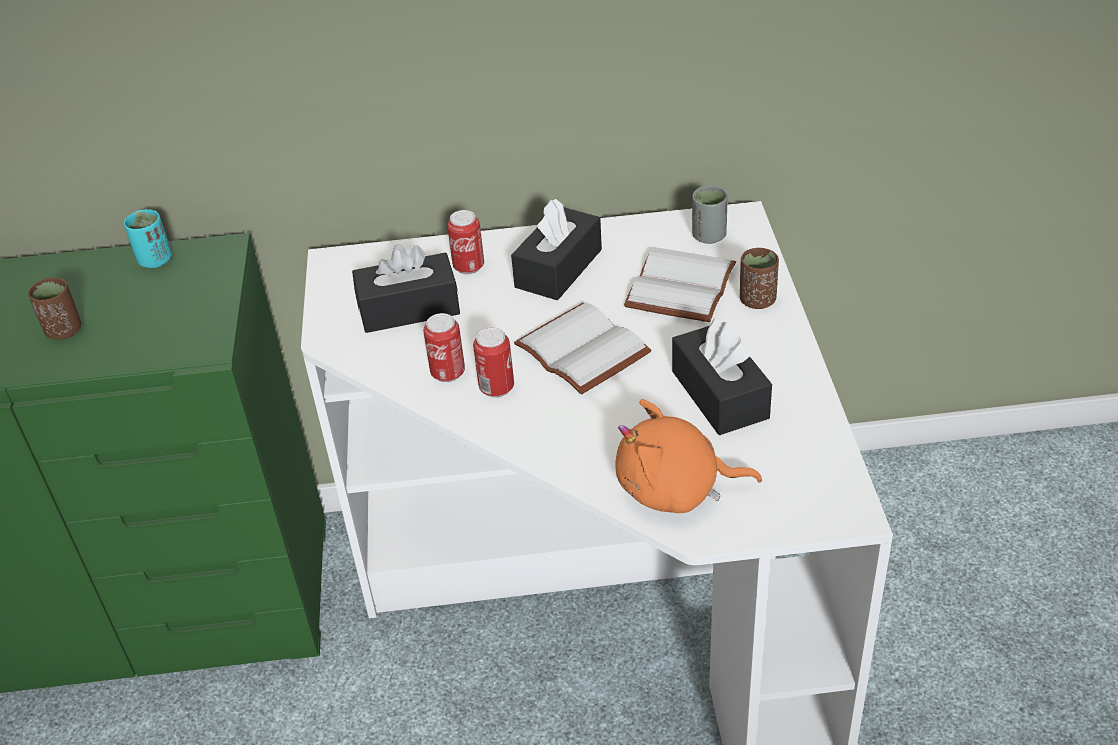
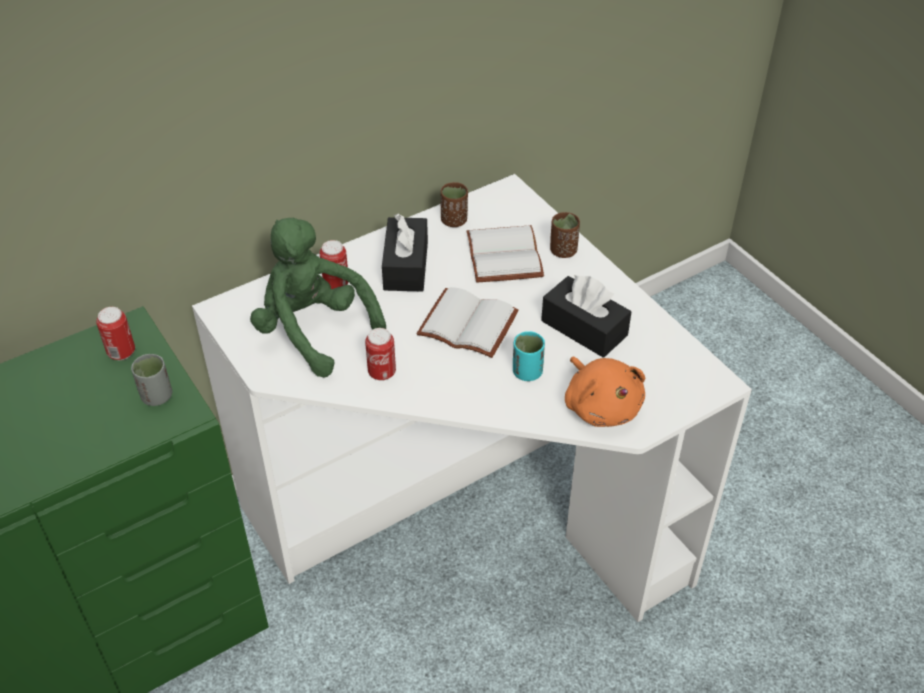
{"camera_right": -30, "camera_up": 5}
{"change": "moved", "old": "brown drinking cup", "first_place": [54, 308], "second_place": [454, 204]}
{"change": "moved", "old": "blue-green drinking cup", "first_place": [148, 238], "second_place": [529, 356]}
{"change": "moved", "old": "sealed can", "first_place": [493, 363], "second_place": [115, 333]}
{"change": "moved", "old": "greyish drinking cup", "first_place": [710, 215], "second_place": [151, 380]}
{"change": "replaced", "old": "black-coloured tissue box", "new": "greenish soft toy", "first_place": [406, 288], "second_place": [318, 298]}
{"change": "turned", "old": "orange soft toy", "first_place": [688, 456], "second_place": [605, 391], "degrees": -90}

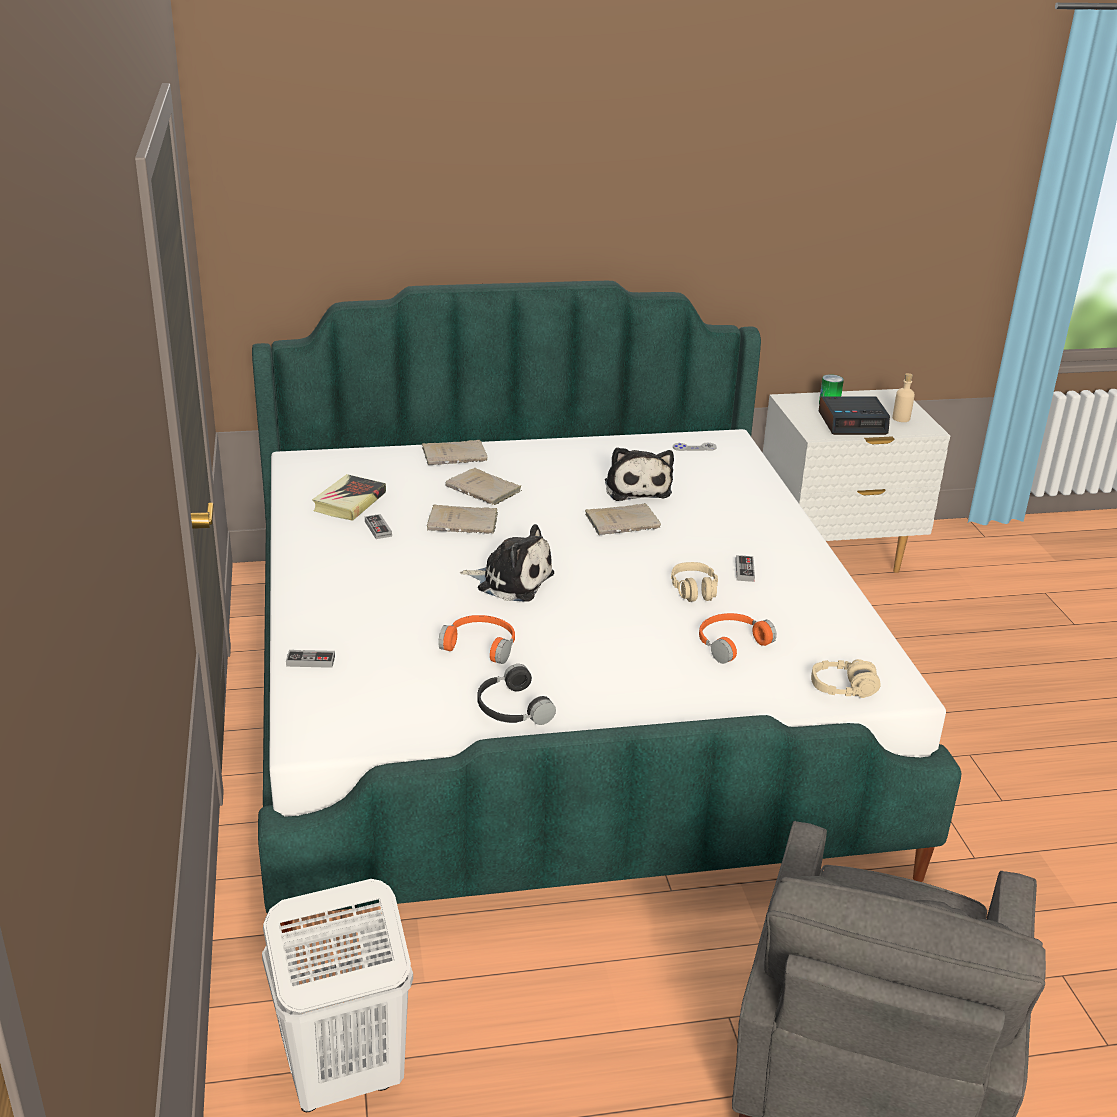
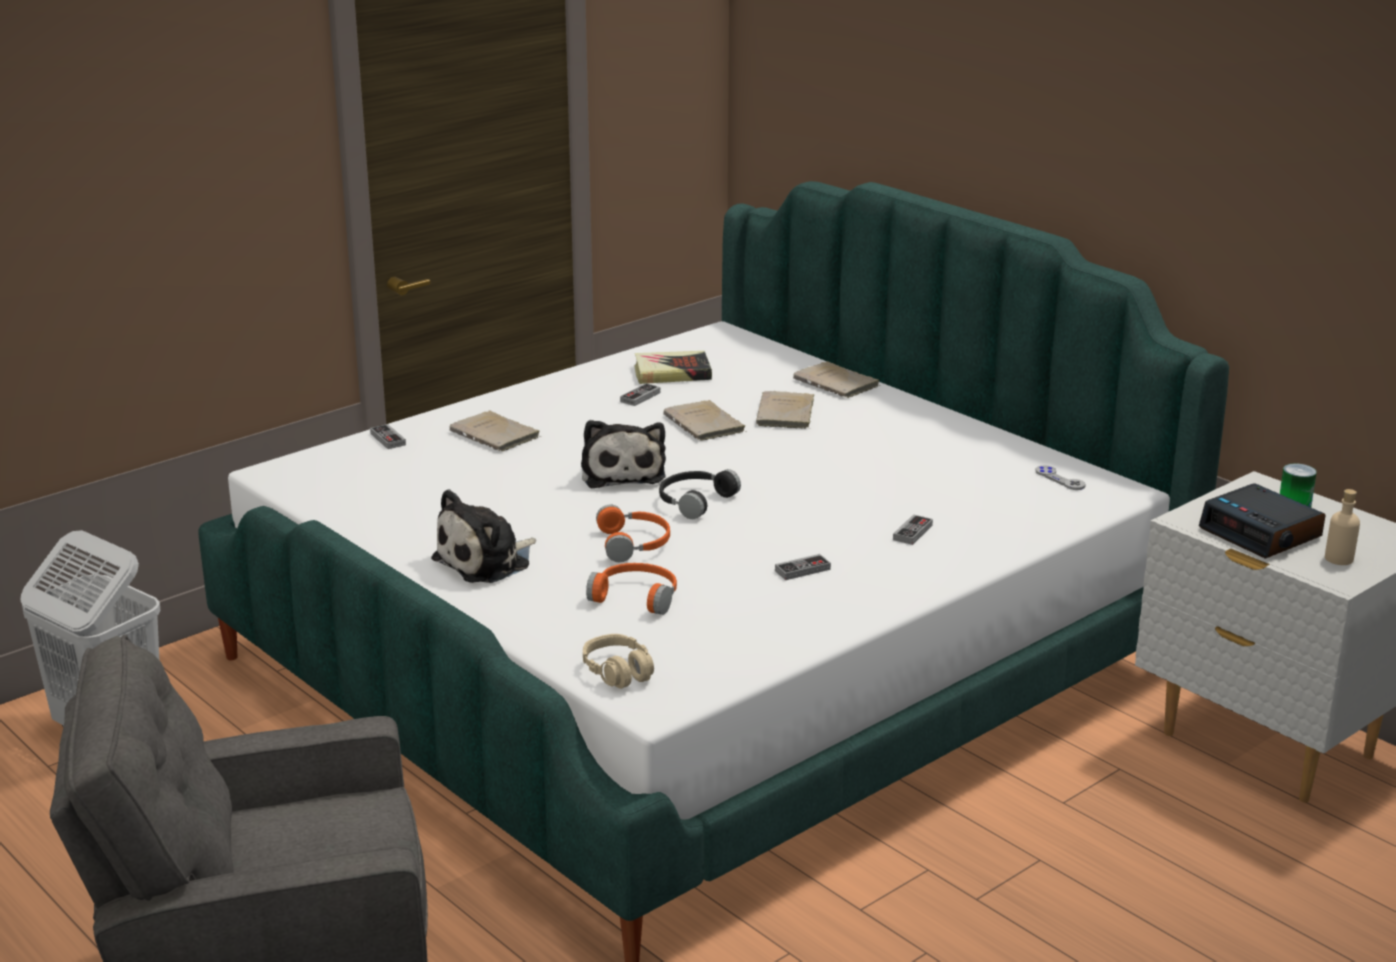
{"camera_right": 60, "camera_up": -5}
{"change": "removed", "old": "sand-coloured headset", "first_place": [694, 582]}
{"change": "added", "new": "gamepad", "second_place": [913, 529]}
{"change": "moved", "old": "orange headset", "first_place": [476, 639], "second_place": [633, 533]}
{"change": "moved", "old": "black-coloured headset", "first_place": [516, 694], "second_place": [700, 494]}
{"change": "moved", "old": "sand-coloured volume", "first_place": [623, 519], "second_place": [495, 431]}
{"change": "moved", "old": "soft toy", "first_place": [639, 474], "second_place": [483, 536]}

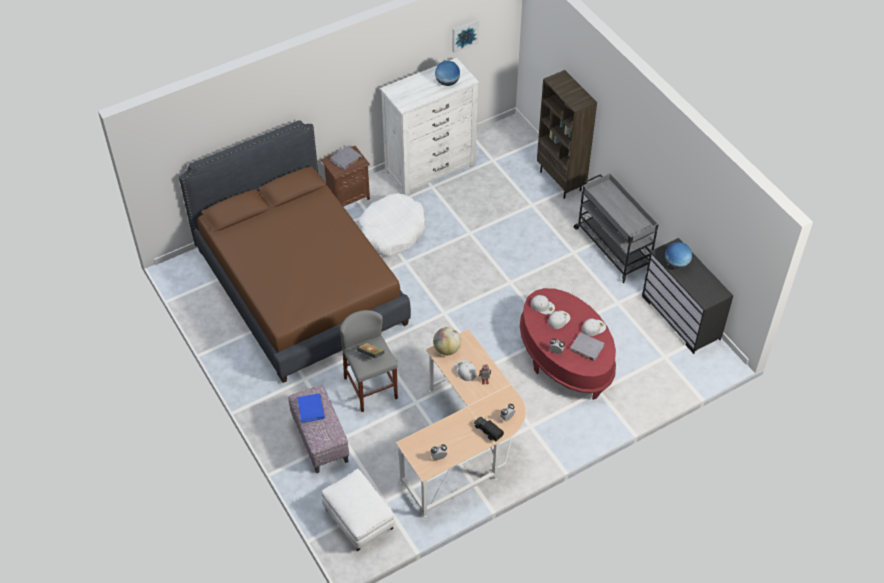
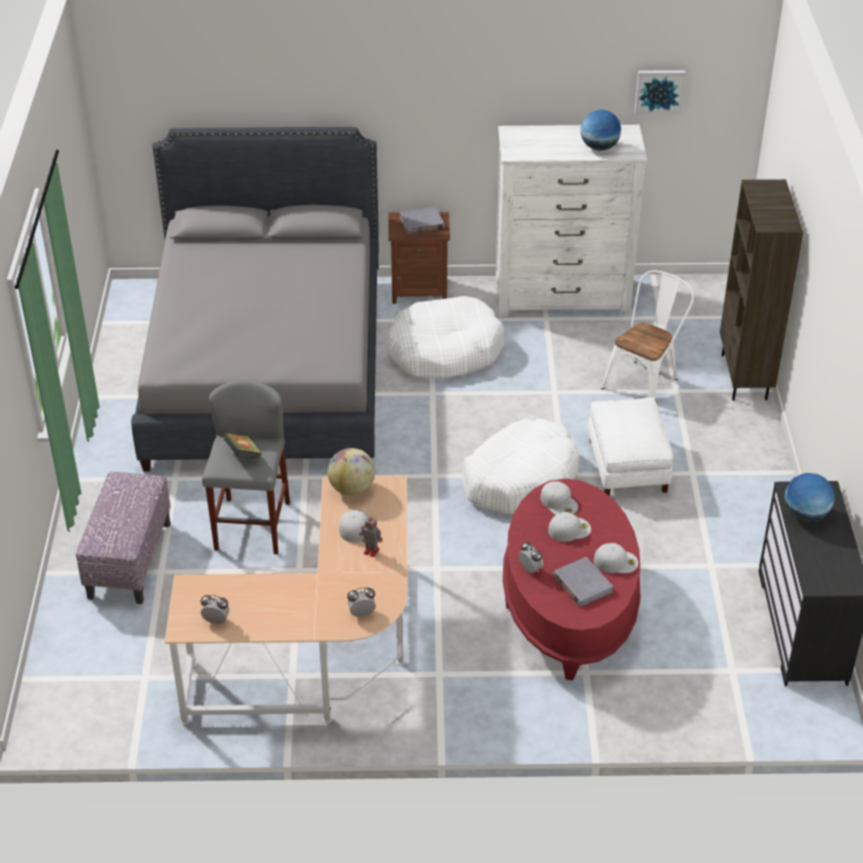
{"camera_right": 30, "camera_up": -10}
{"change": "removed", "old": "blue volume", "first_place": [311, 408]}
{"change": "removed", "old": "toy truck", "first_place": [489, 429]}
{"change": "removed", "old": "greyish trolley", "first_place": [616, 228]}
{"change": "added", "new": "whitish pet bed", "second_place": [520, 466]}
{"change": "added", "new": "whitish plain chair", "second_place": [647, 334]}
{"change": "moved", "old": "whitish pouffe", "first_place": [358, 510], "second_place": [630, 446]}
{"change": "recoloured", "old": "brown bed", "new": "greyish bed", "first_place": [295, 251], "second_place": [255, 299]}

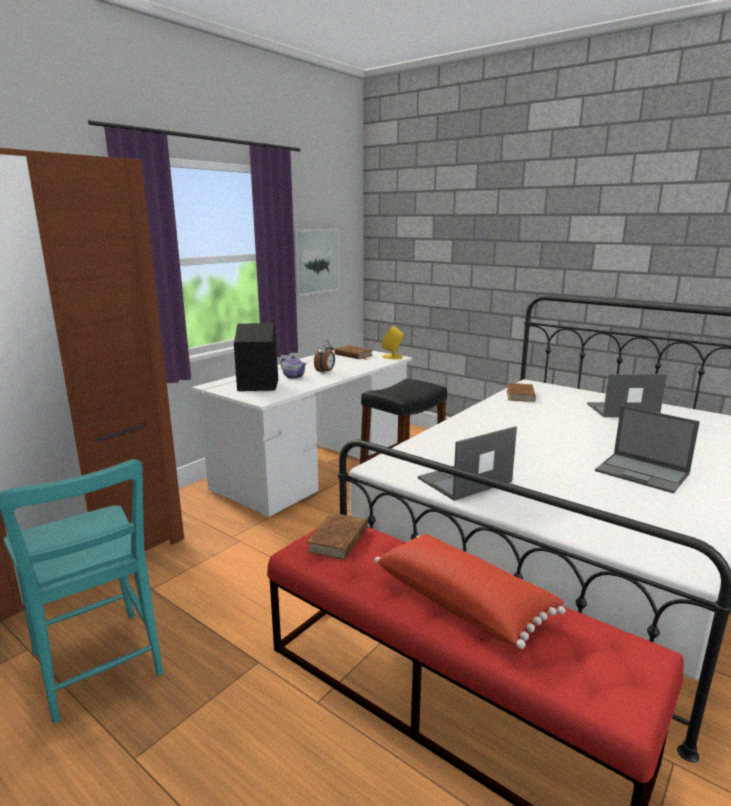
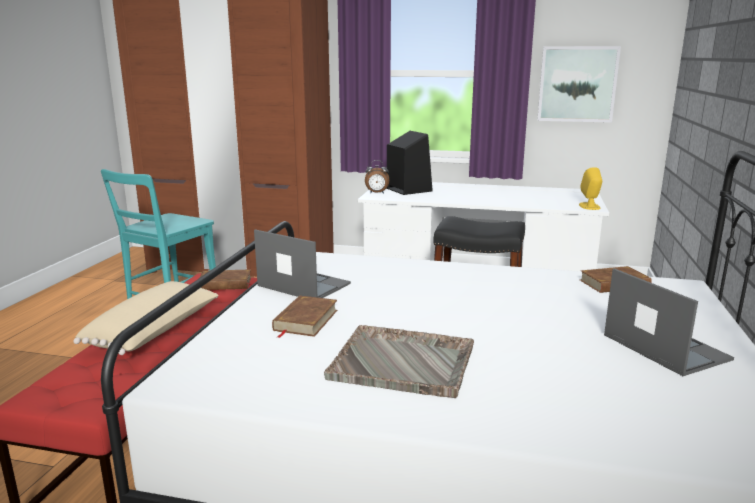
{"camera_right": 65, "camera_up": 0}
{"change": "removed", "old": "pot for tea", "first_place": [293, 367]}
{"change": "moved", "old": "alarm clock", "first_place": [324, 357], "second_place": [377, 177]}
{"change": "moved", "old": "brown volume", "first_place": [353, 352], "second_place": [304, 316]}
{"change": "replaced", "old": "laptop", "new": "greyish serving tray", "first_place": [647, 449], "second_place": [399, 361]}
{"change": "recoloured", "old": "red-coloured pillow", "new": "sand-coloured pillow", "first_place": [470, 591], "second_place": [146, 318]}

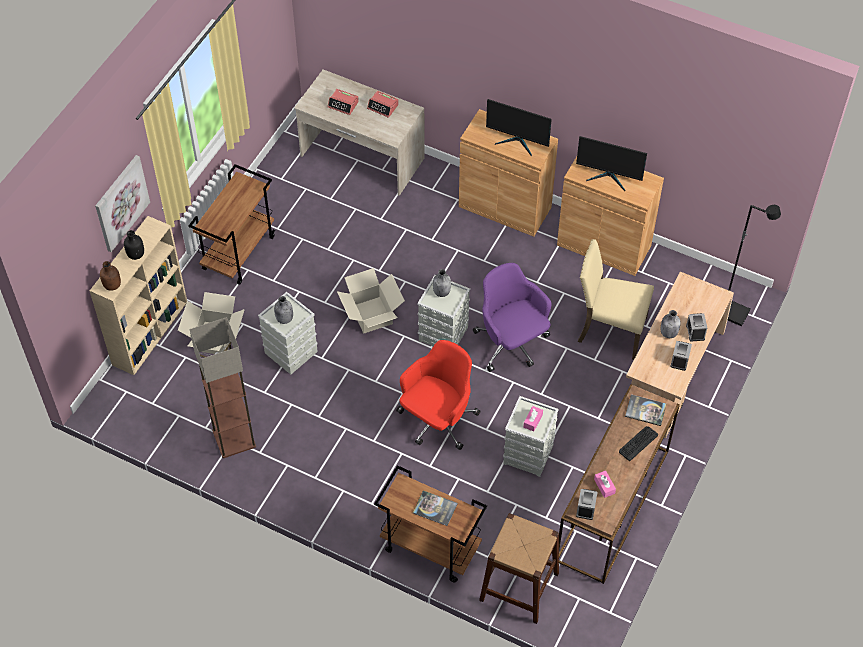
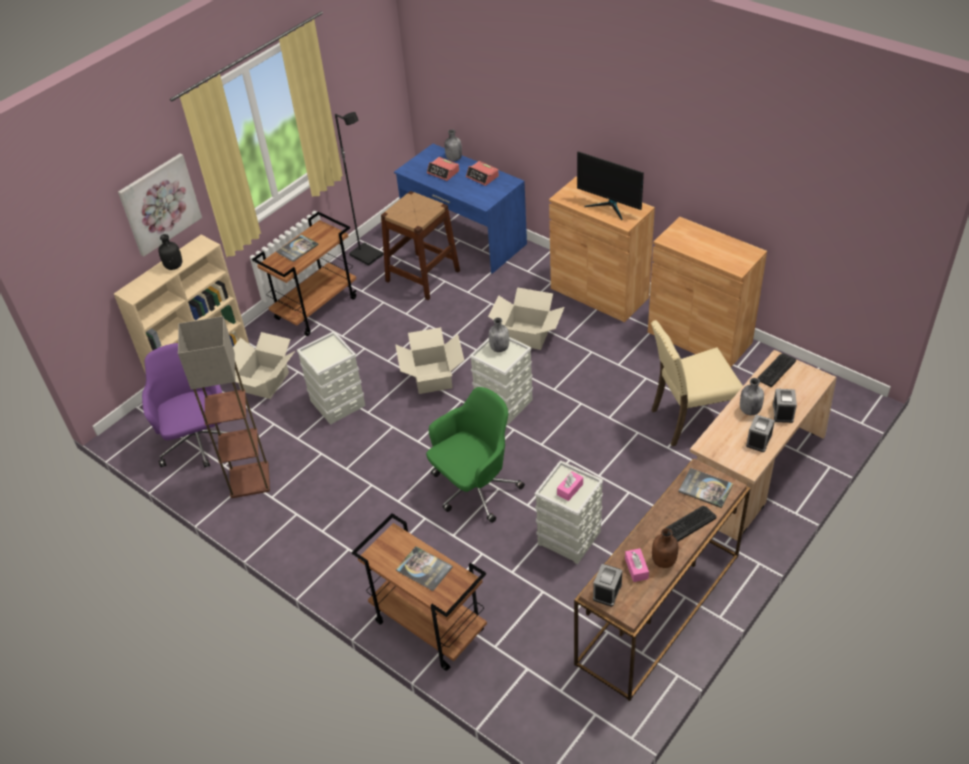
{"camera_right": 15, "camera_up": -10}
{"change": "removed", "old": "monitor", "first_place": [611, 163]}
{"change": "added", "new": "volume", "second_place": [297, 248]}
{"change": "added", "new": "carton", "second_place": [526, 318]}
{"change": "added", "new": "keyboard", "second_place": [776, 370]}
{"change": "moved", "old": "brown beverage bottle", "first_place": [110, 276], "second_place": [665, 548]}
{"change": "moved", "old": "greyish beverage bottle", "first_place": [283, 310], "second_place": [453, 145]}
{"change": "moved", "old": "purple computer chair", "first_place": [512, 317], "second_place": [185, 405]}
{"change": "moved", "old": "brown stool", "first_place": [519, 568], "second_place": [420, 245]}
{"change": "moved", "old": "black-coloured standard lamp", "first_place": [754, 265], "second_place": [359, 189]}
{"change": "recoloured", "old": "sand-coloured desk", "new": "blue desk", "first_place": [359, 132], "second_place": [460, 209]}
{"change": "recoloured", "old": "red-coloured computer chair", "new": "greenish computer chair", "first_place": [438, 395], "second_place": [475, 455]}
{"change": "turned", "old": "sand-coloured plain chair", "first_place": [616, 299], "second_place": [697, 383], "degrees": -45}

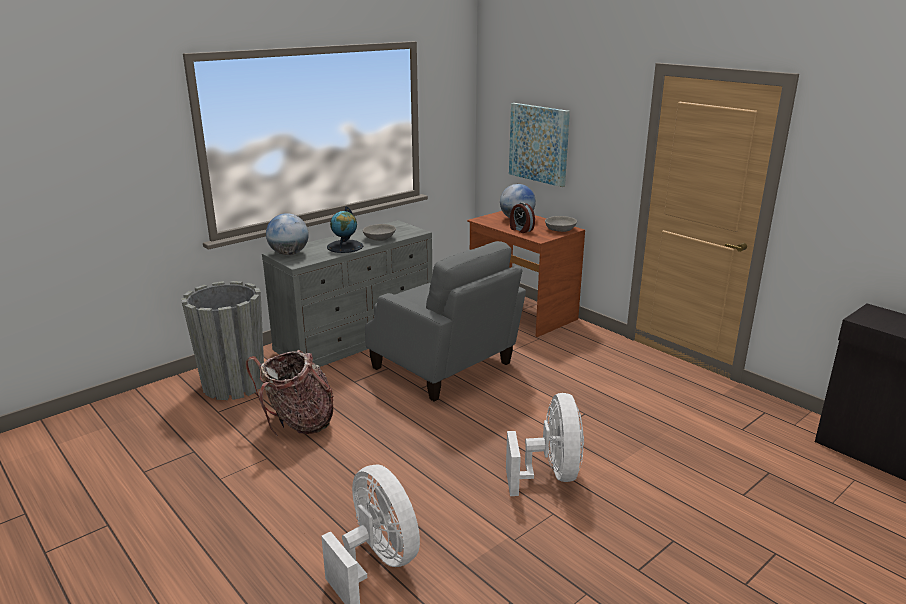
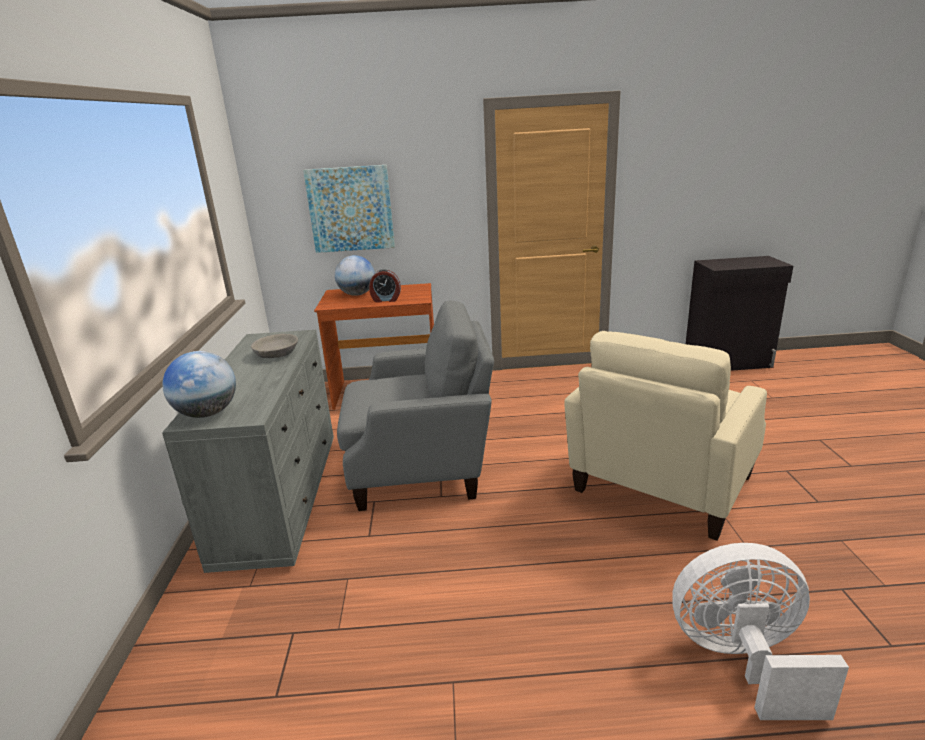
{"camera_right": -50, "camera_up": 0}
{"change": "removed", "old": "greyish plant pot", "first_place": [222, 340]}
{"change": "removed", "old": "rucksack", "first_place": [290, 393]}
{"change": "removed", "old": "world globe", "first_place": [345, 229]}
{"change": "removed", "old": "greyish bowl", "first_place": [561, 224]}
{"change": "replaced", "old": "whitish cooling fan", "new": "sand-coloured lounge chair", "first_place": [545, 444], "second_place": [665, 436]}

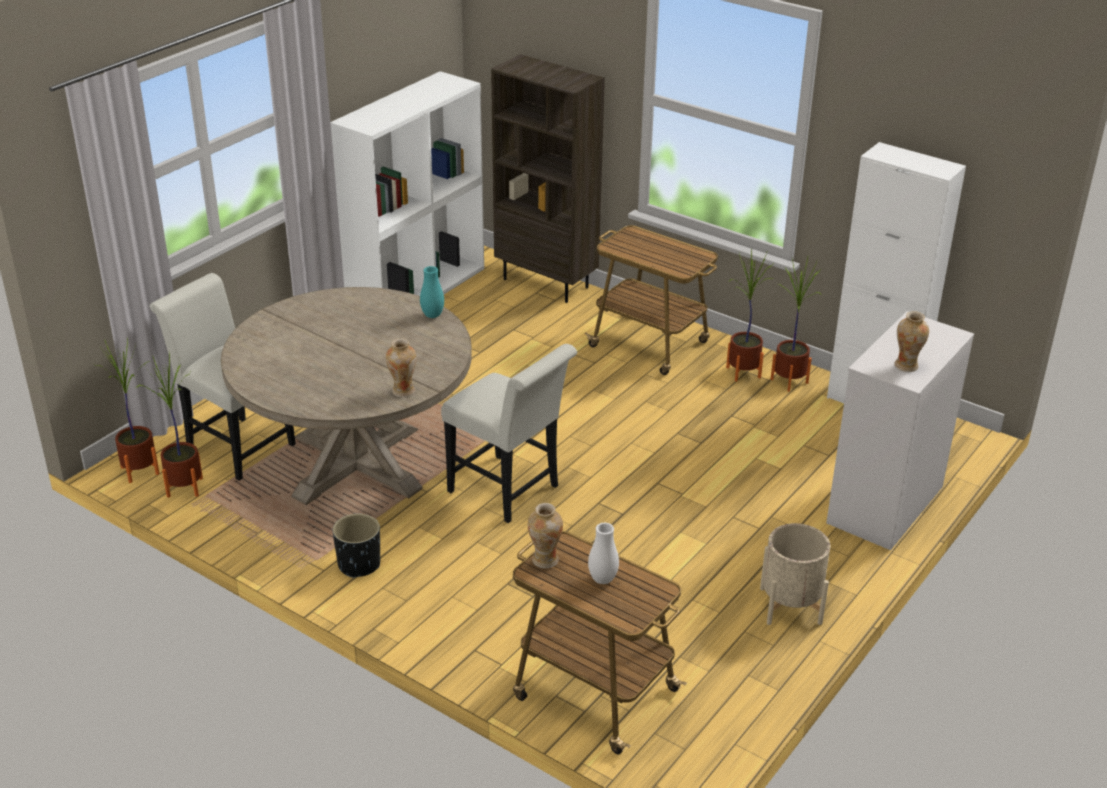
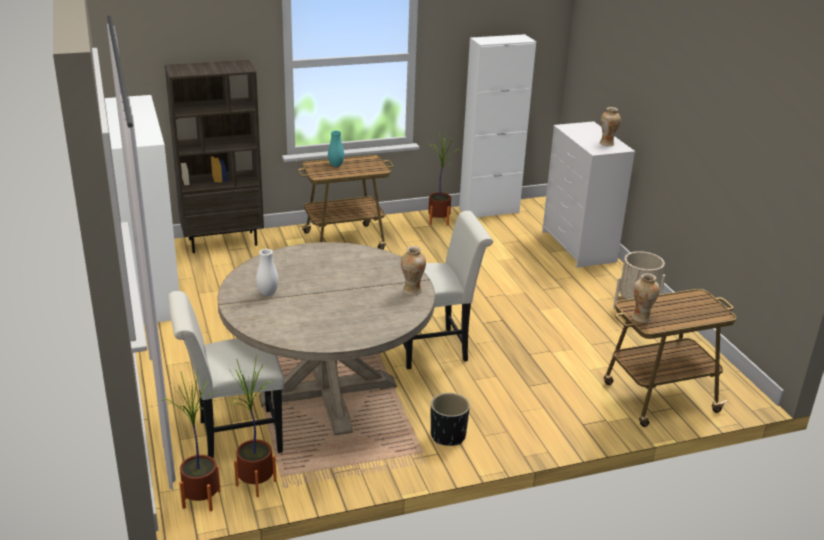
{"camera_right": -55, "camera_up": -5}
{"change": "removed", "old": "potted plant", "first_place": [749, 315]}
{"change": "moved", "old": "blue-green vase", "first_place": [432, 292], "second_place": [336, 149]}
{"change": "moved", "old": "whitish vase", "first_place": [603, 553], "second_place": [267, 272]}

